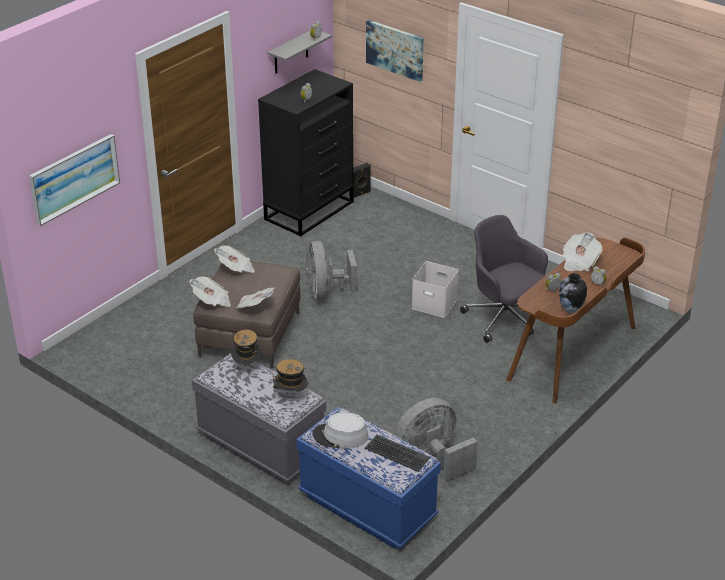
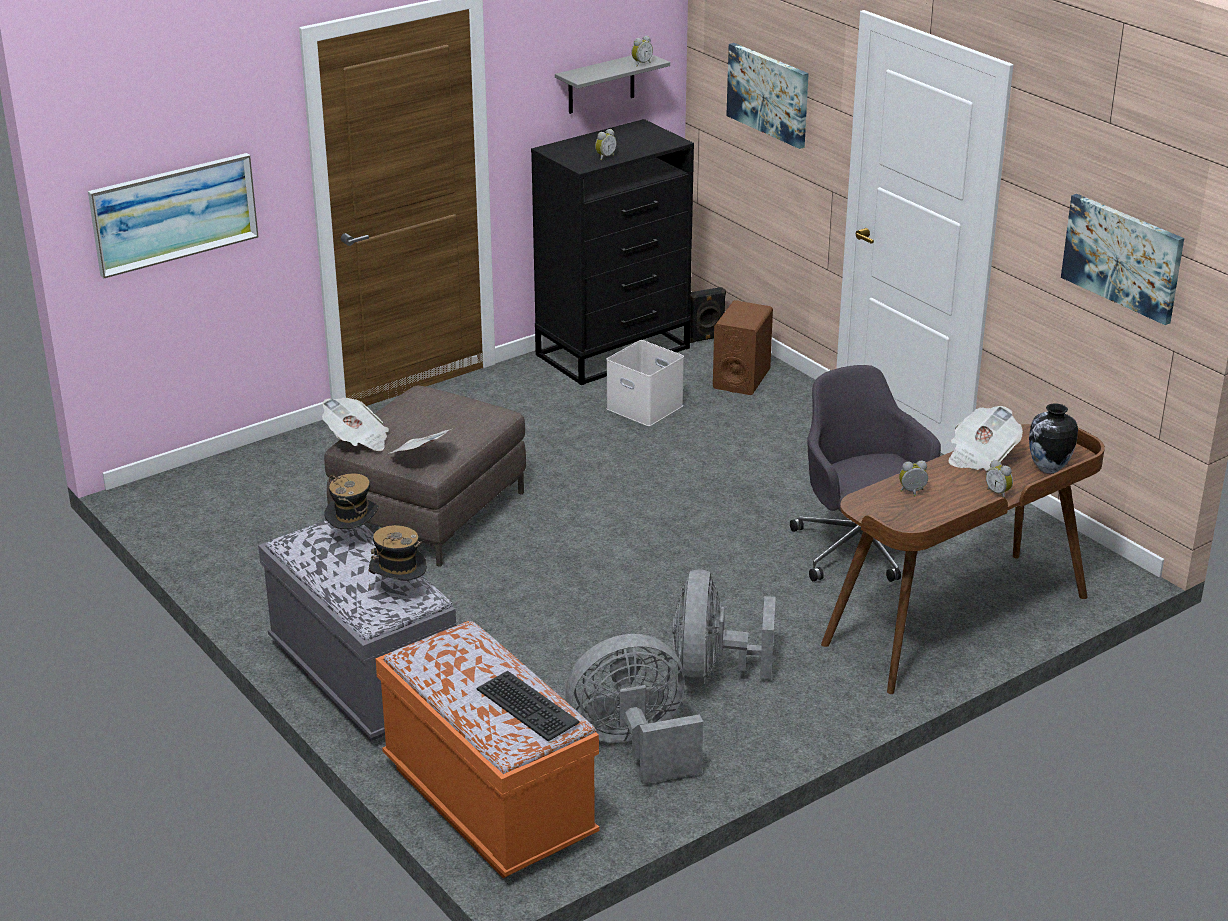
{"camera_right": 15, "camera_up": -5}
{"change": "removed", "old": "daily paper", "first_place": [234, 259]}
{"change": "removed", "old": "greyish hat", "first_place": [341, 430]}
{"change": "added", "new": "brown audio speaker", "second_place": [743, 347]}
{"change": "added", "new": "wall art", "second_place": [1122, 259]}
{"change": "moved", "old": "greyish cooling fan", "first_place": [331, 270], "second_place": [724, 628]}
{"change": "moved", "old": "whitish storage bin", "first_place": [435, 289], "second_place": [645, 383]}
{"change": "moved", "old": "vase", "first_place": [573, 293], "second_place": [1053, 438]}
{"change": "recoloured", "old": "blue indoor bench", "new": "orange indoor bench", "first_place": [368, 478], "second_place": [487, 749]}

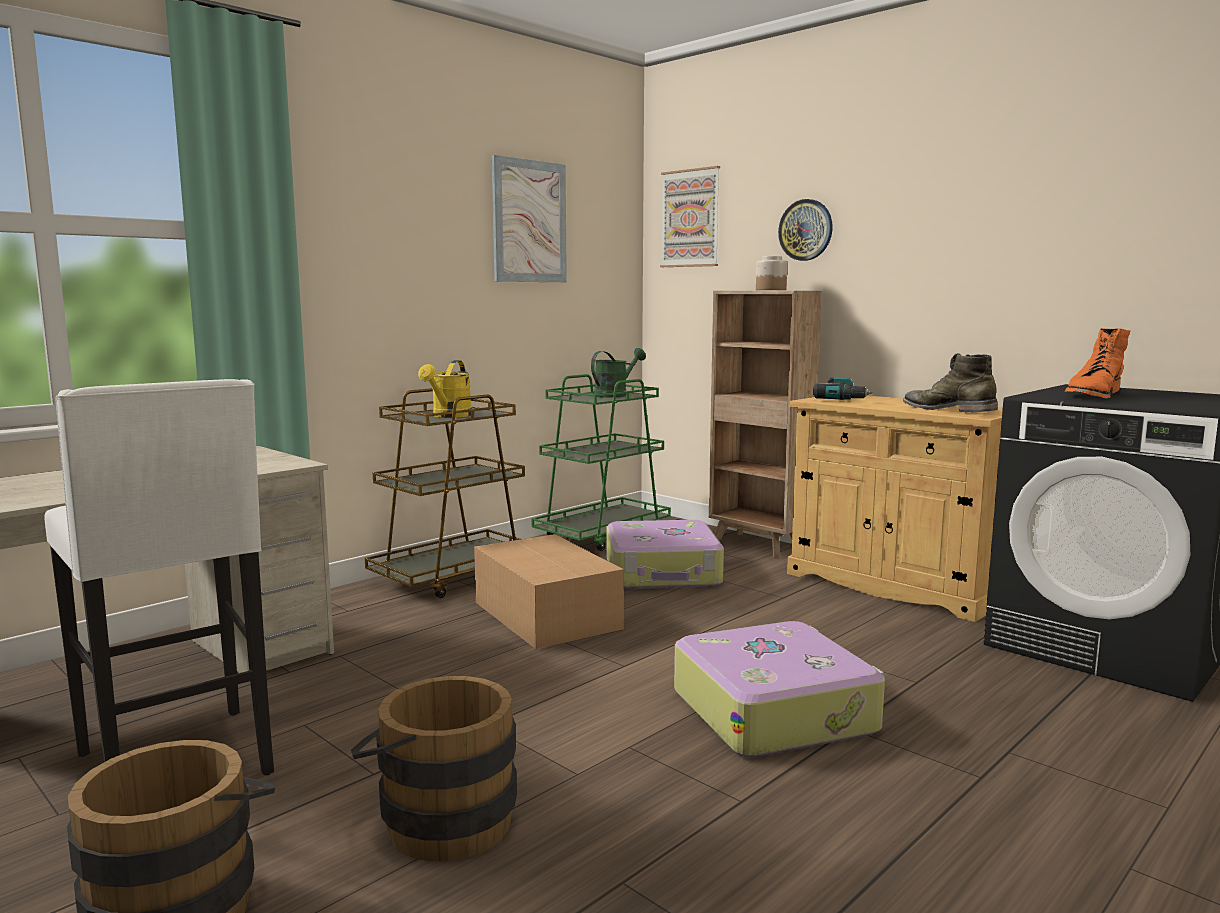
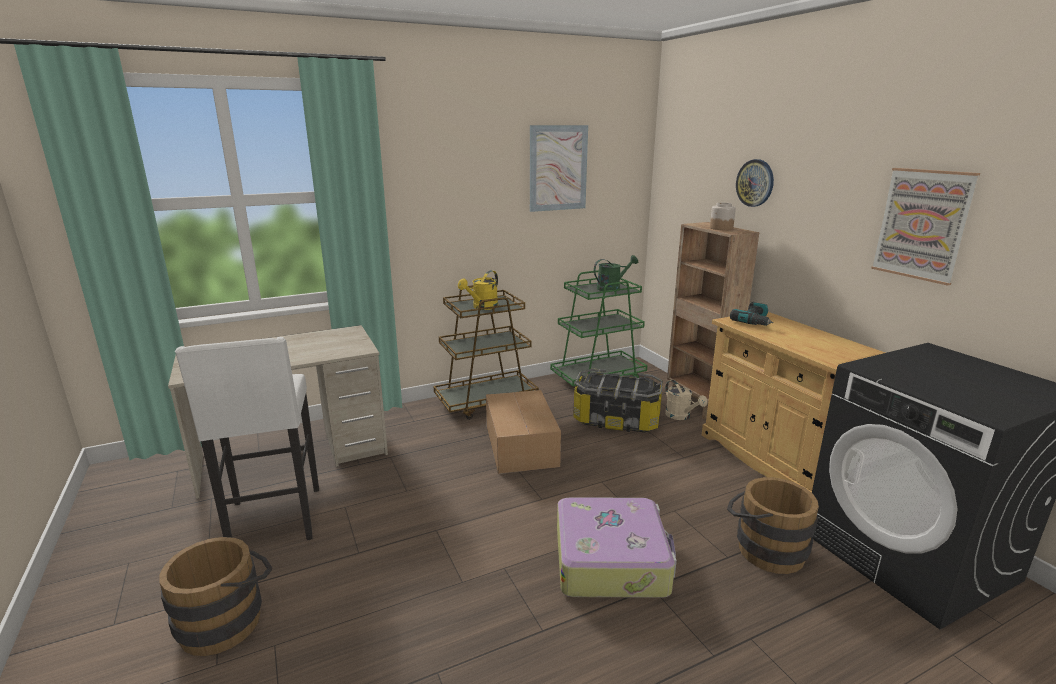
{"camera_right": 20, "camera_up": 10}
{"change": "removed", "old": "greenish boot", "first_place": [950, 383]}
{"change": "removed", "old": "orange boot", "first_place": [1097, 363]}
{"change": "added", "new": "sand-coloured watering can", "second_place": [686, 400]}
{"change": "moved", "old": "brown water bucket", "first_place": [434, 768], "second_place": [773, 525]}
{"change": "moved", "old": "wall art", "first_place": [690, 216], "second_place": [925, 227]}
{"change": "replaced", "old": "travel case", "new": "storage bin", "first_place": [665, 554], "second_place": [618, 400]}

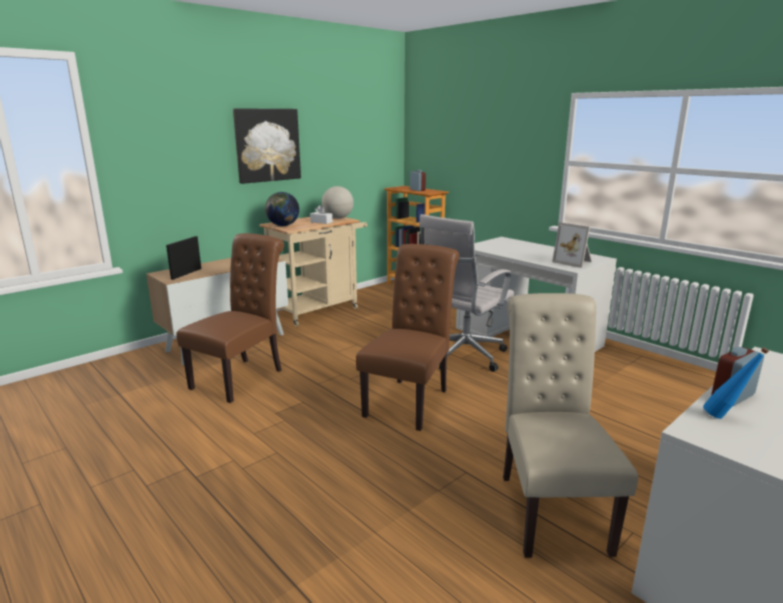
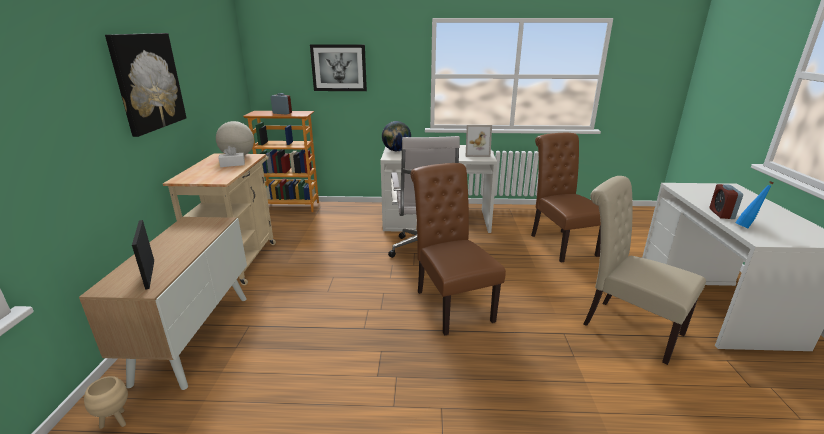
{"camera_right": -45, "camera_up": 5}
{"change": "added", "new": "sand-coloured plant pot", "second_place": [106, 402]}
{"change": "added", "new": "wall art", "second_place": [338, 67]}
{"change": "moved", "old": "brown plain chair", "first_place": [230, 318], "second_place": [566, 198]}
{"change": "moved", "old": "world globe", "first_place": [282, 209], "second_place": [396, 136]}

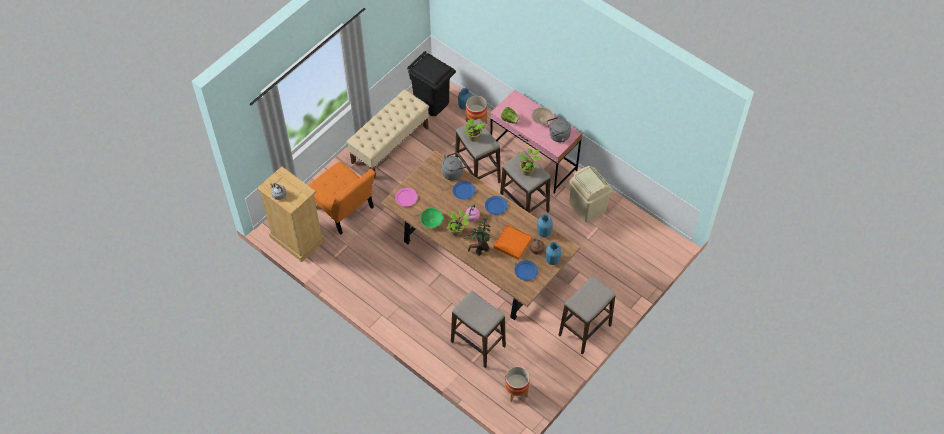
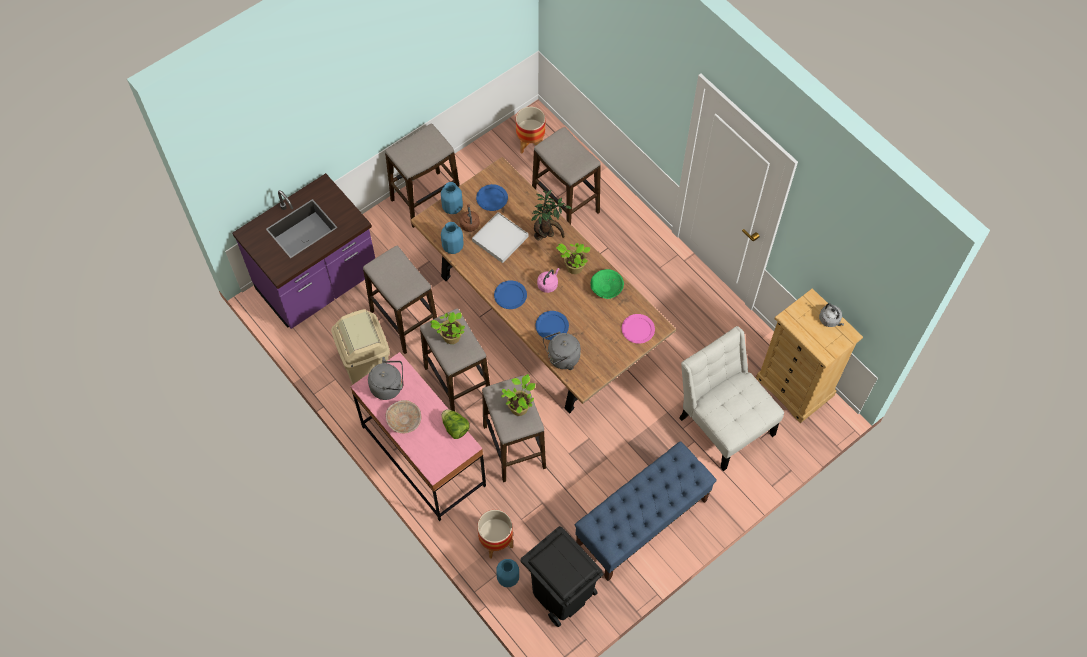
{"camera_right": -170, "camera_up": 5}
{"change": "added", "new": "purple counter", "second_place": [303, 251]}
{"change": "added", "new": "stool", "second_place": [400, 300]}
{"change": "recoloured", "old": "orange plain chair", "new": "whitish plain chair", "first_place": [341, 198], "second_place": [731, 398]}
{"change": "recoloured", "old": "sand-coloured indoor bench", "new": "blue indoor bench", "first_place": [387, 133], "second_place": [646, 511]}
{"change": "recoloured", "old": "orange serving tray", "new": "whitish serving tray", "first_place": [512, 242], "second_place": [500, 237]}

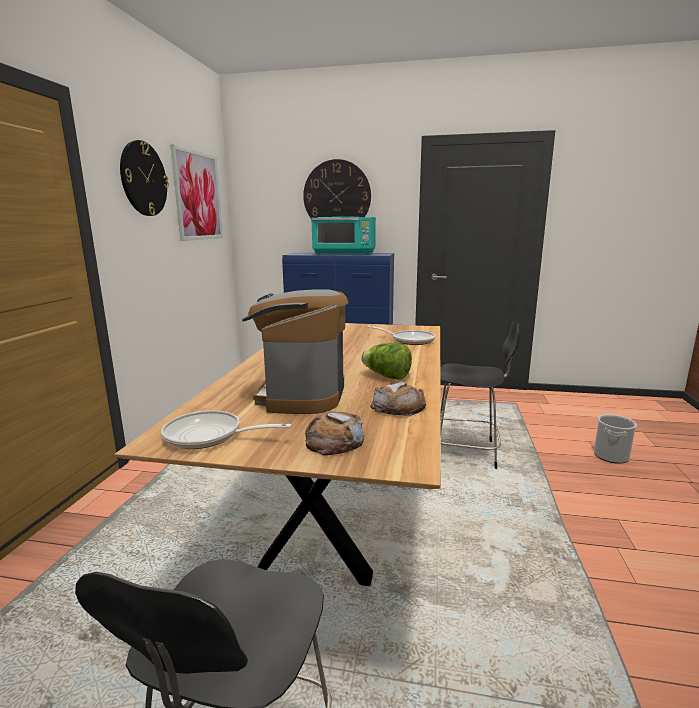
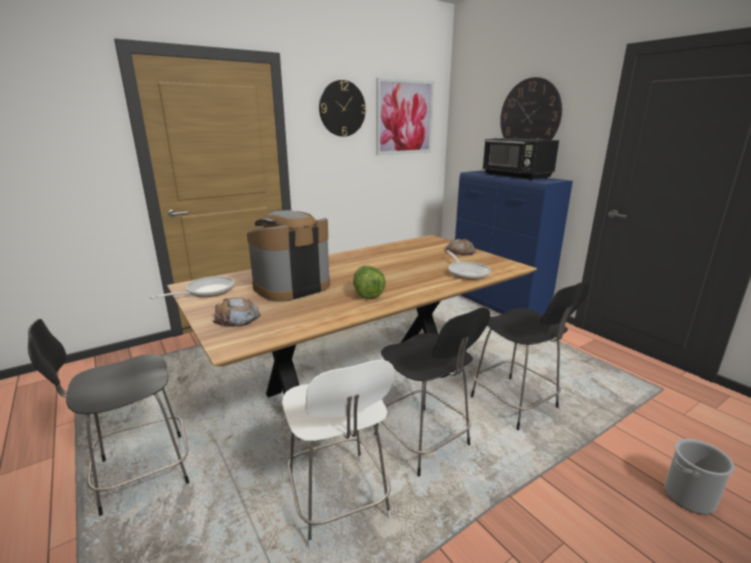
{"camera_right": 45, "camera_up": 5}
{"change": "added", "new": "whitish plain chair", "second_place": [338, 455]}
{"change": "added", "new": "black-coloured plain chair", "second_place": [432, 391]}
{"change": "moved", "old": "bakery bread", "first_place": [398, 398], "second_place": [460, 247]}
{"change": "recoloured", "old": "blue-green microwave oven", "new": "black-coloured microwave oven", "first_place": [343, 236], "second_place": [521, 159]}
{"change": "turned", "old": "pan", "first_place": [226, 429], "second_place": [192, 287], "degrees": 75}

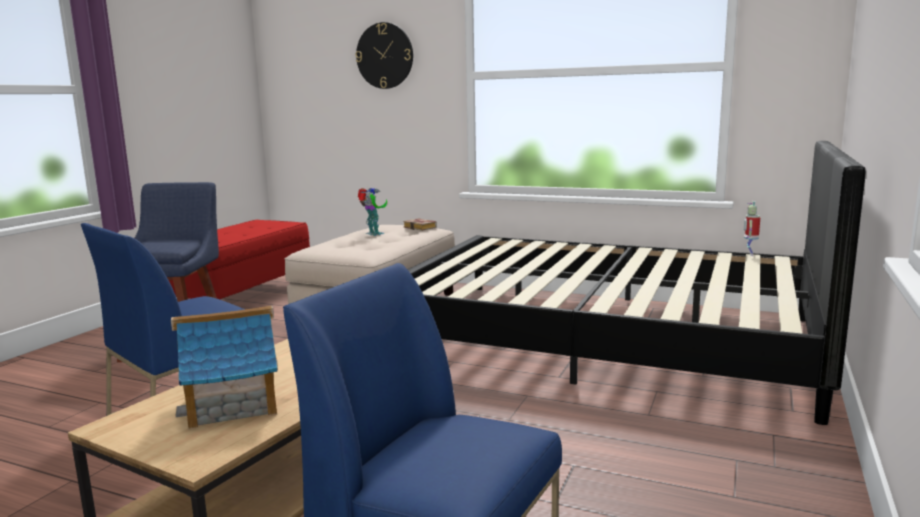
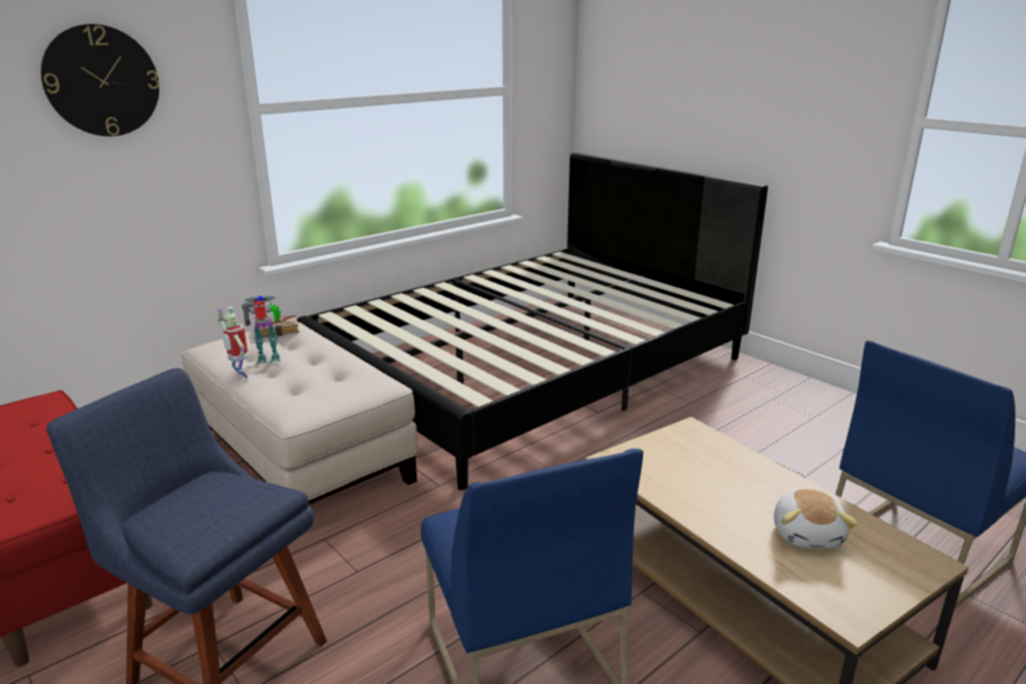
{"camera_right": -65, "camera_up": 10}
{"change": "moved", "old": "robot figure", "first_place": [752, 228], "second_place": [232, 344]}
{"change": "replaced", "old": "miniature house", "new": "soft toy", "first_place": [224, 367], "second_place": [816, 519]}

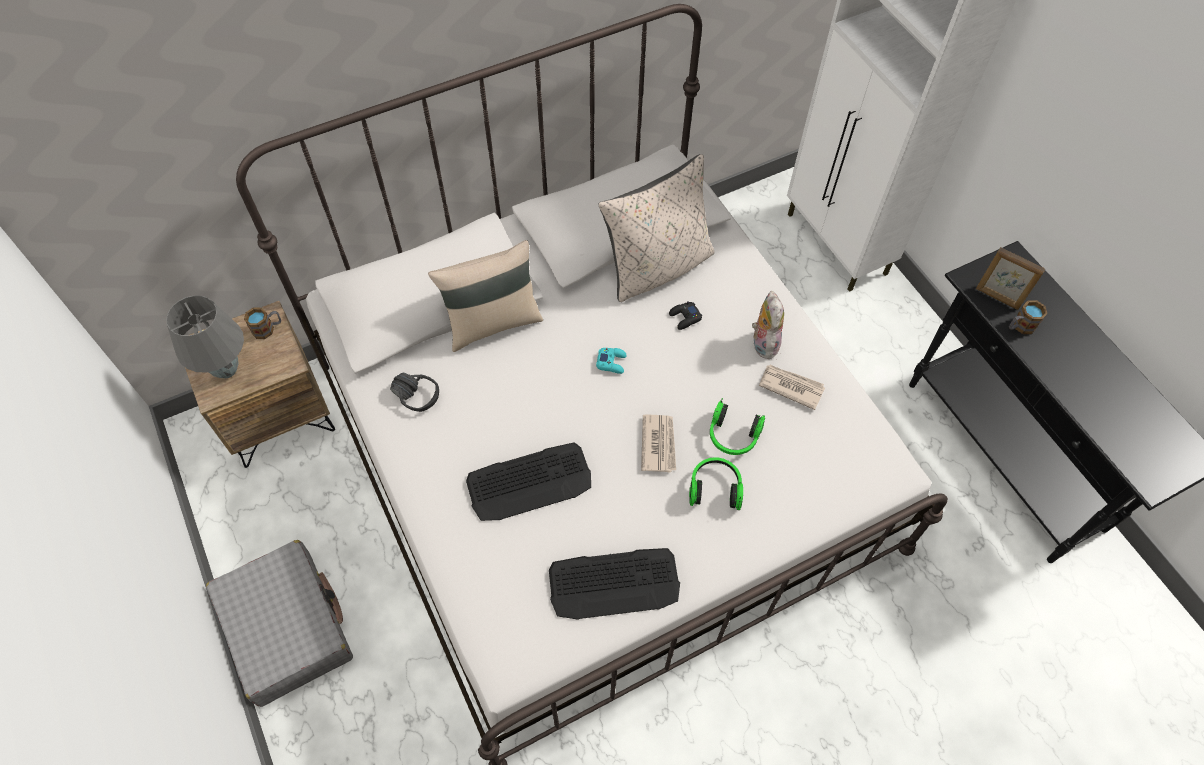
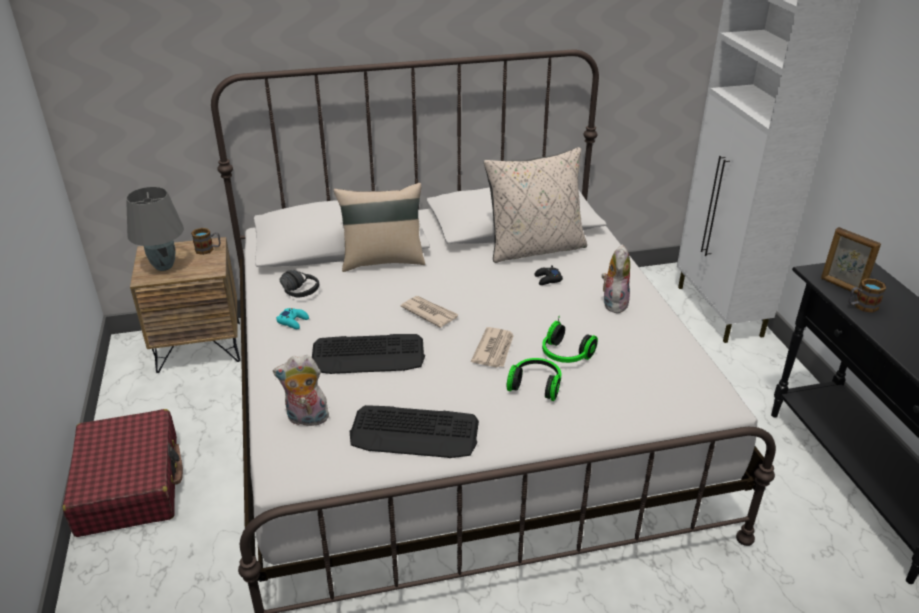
{"camera_right": 15, "camera_up": -25}
{"change": "added", "new": "soft toy", "second_place": [301, 390]}
{"change": "moved", "old": "blue-green gamepad", "first_place": [611, 361], "second_place": [292, 318]}
{"change": "moved", "old": "daily paper", "first_place": [792, 387], "second_place": [429, 312]}
{"change": "recoloured", "old": "greyish travel case", "new": "red-coloured travel case", "first_place": [279, 623], "second_place": [122, 473]}

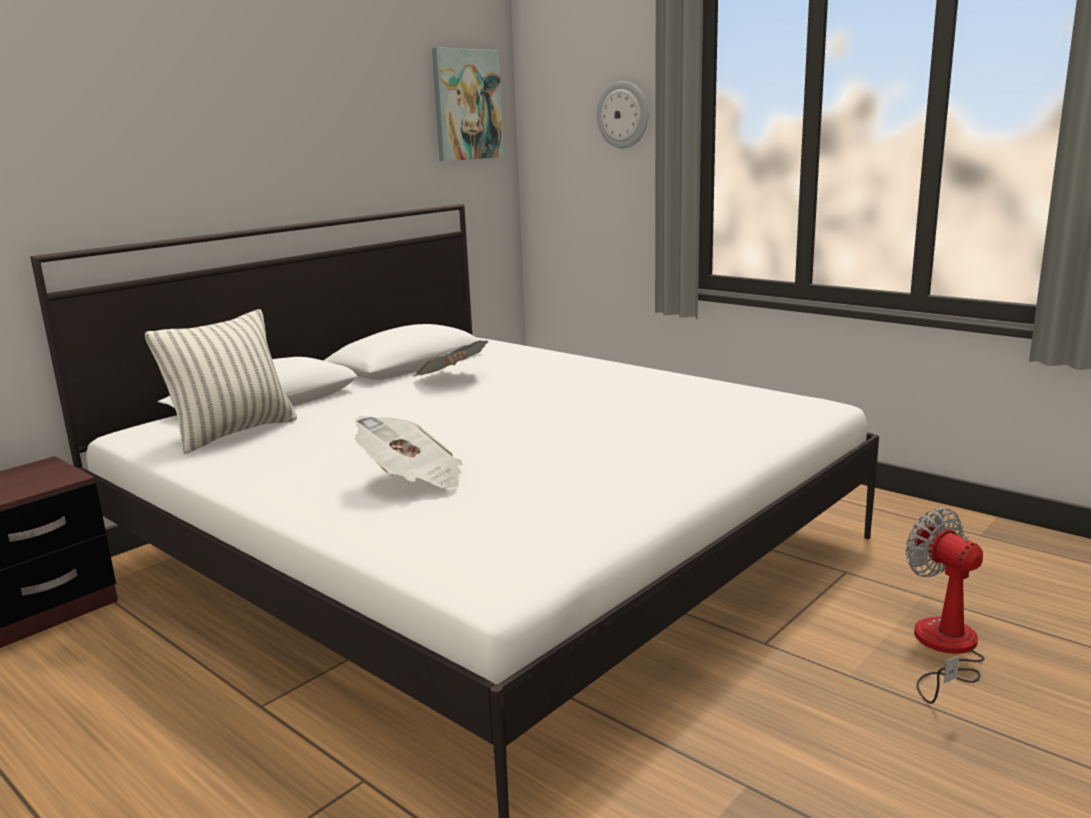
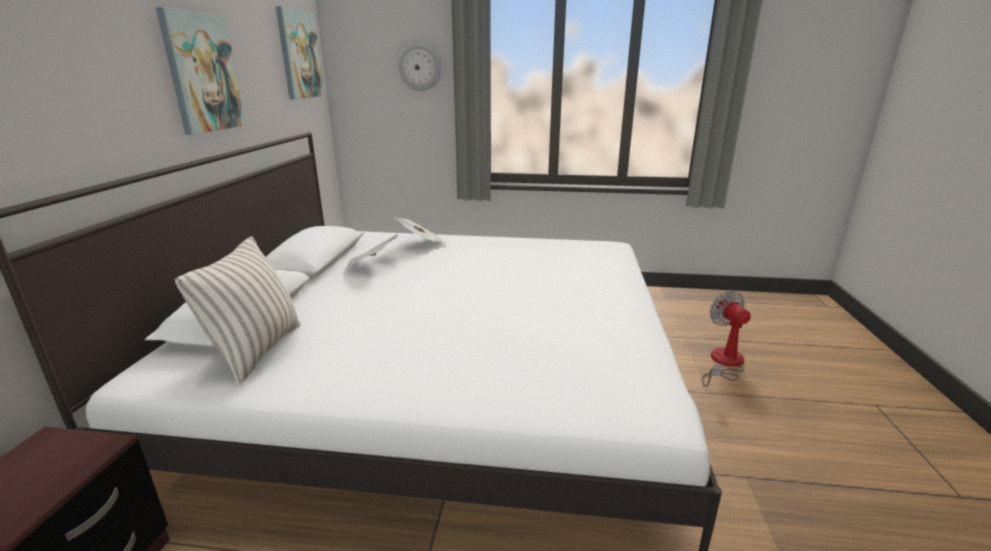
{"camera_right": -35, "camera_up": 5}
{"change": "added", "new": "wall art", "second_place": [201, 71]}
{"change": "moved", "old": "daily paper", "first_place": [408, 453], "second_place": [421, 231]}
{"change": "turned", "old": "cooling fan", "first_place": [944, 606], "second_place": [726, 338], "degrees": 45}

